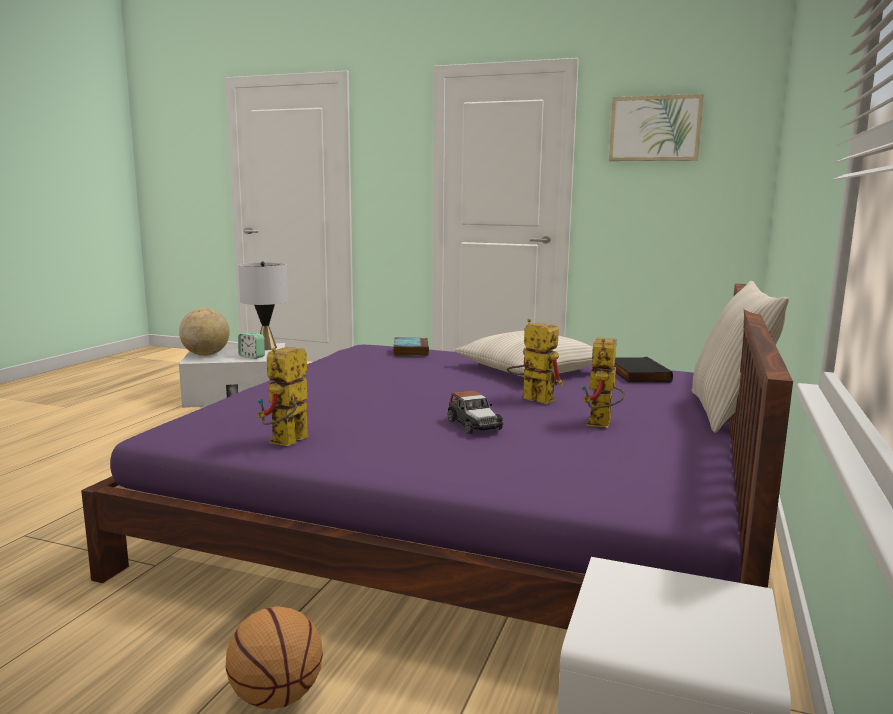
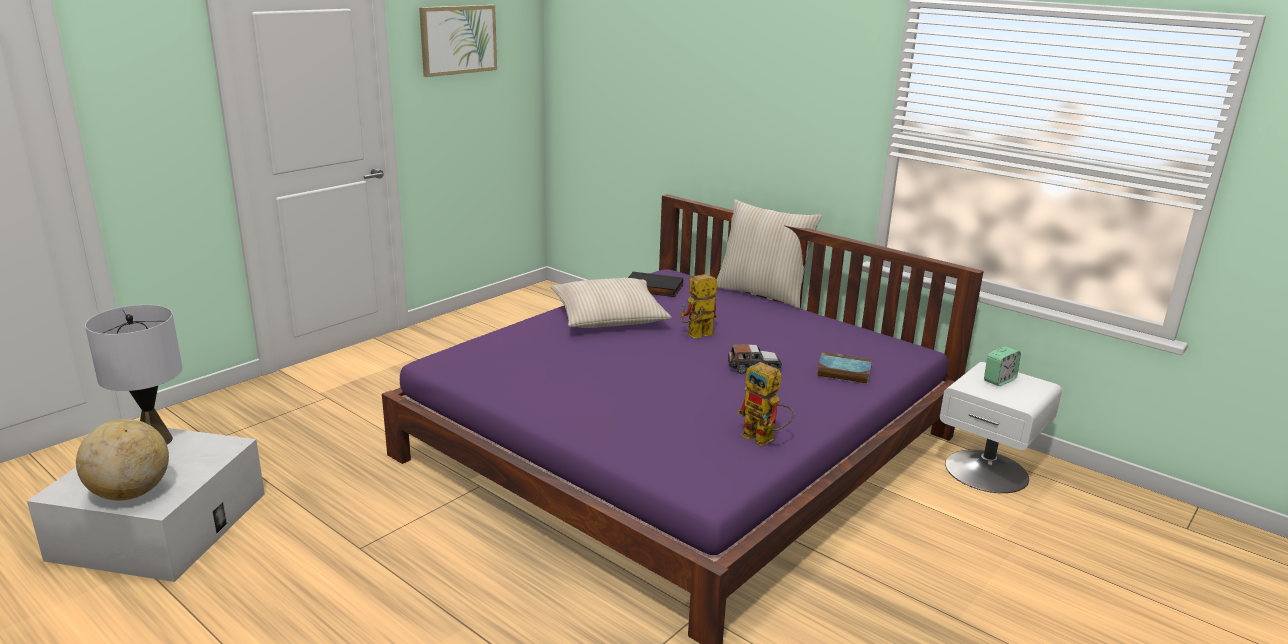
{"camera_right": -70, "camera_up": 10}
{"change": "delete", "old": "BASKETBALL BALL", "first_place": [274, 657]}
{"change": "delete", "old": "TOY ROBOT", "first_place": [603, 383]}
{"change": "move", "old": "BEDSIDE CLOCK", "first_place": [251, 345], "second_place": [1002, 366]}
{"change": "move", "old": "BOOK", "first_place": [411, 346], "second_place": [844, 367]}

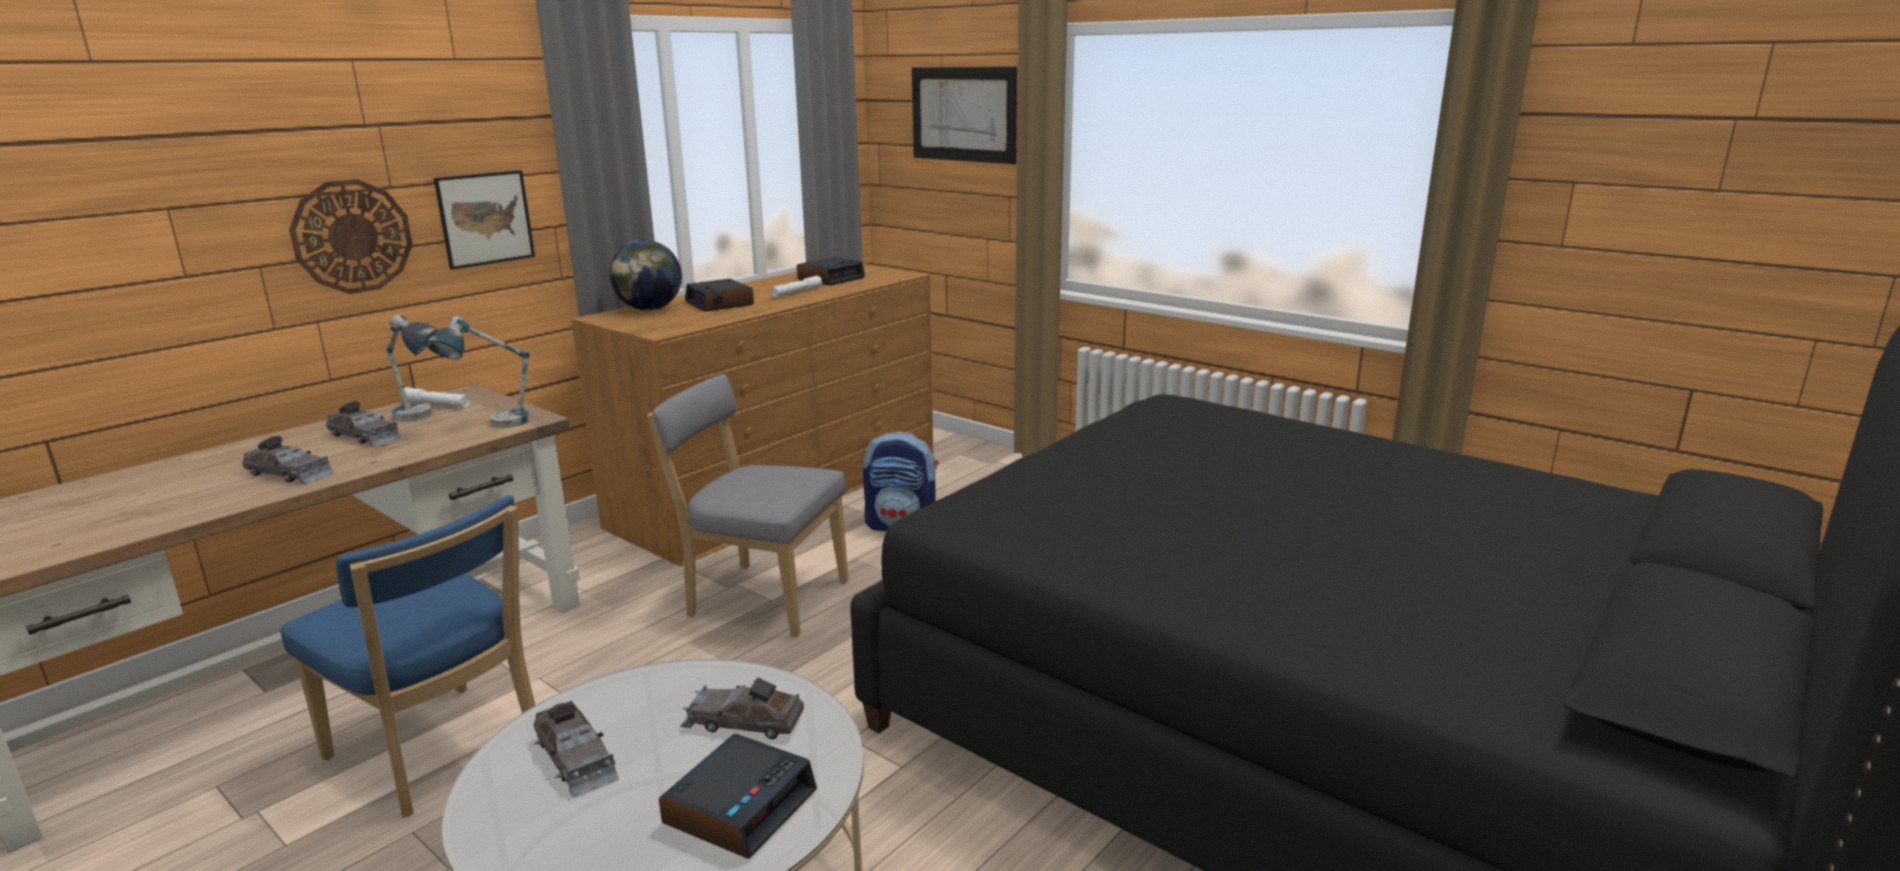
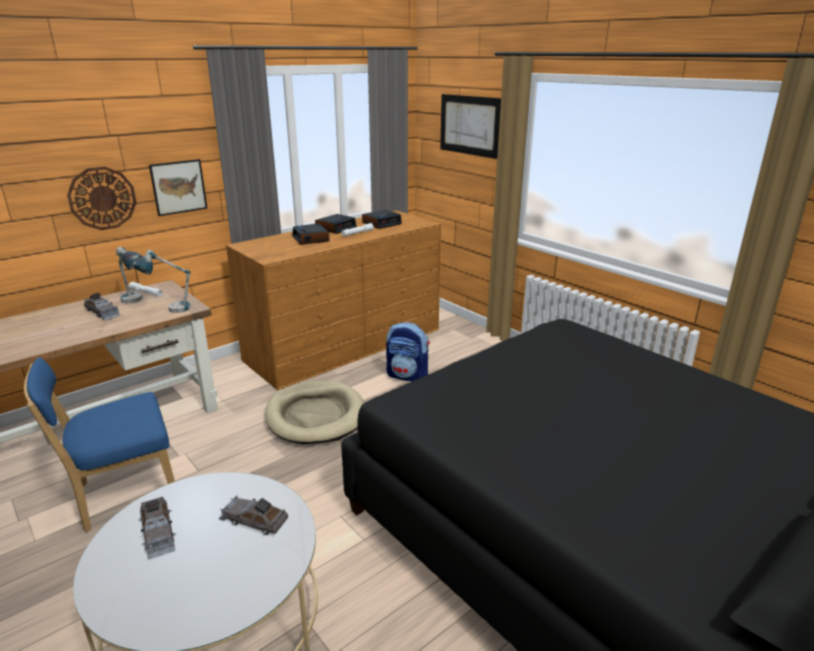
{"camera_right": 10, "camera_up": 5}
{"change": "delete", "old": "GRAY MINIATURE CAR", "first_place": [289, 460]}
{"change": "delete", "old": "GLOBE", "first_place": [646, 275]}
{"change": "move", "old": "BEDSIDE CLOCK", "first_place": [738, 796], "second_place": [336, 224]}
{"change": "replace", "old": "GRAY CHAIR", "new": "BEIGE PET BED", "first_place": [748, 505], "second_place": [314, 412]}
{"change": "rotate", "old": "BLUISH CHAIR", "first_place": [407, 656], "second_place": [99, 444], "degrees": 105}

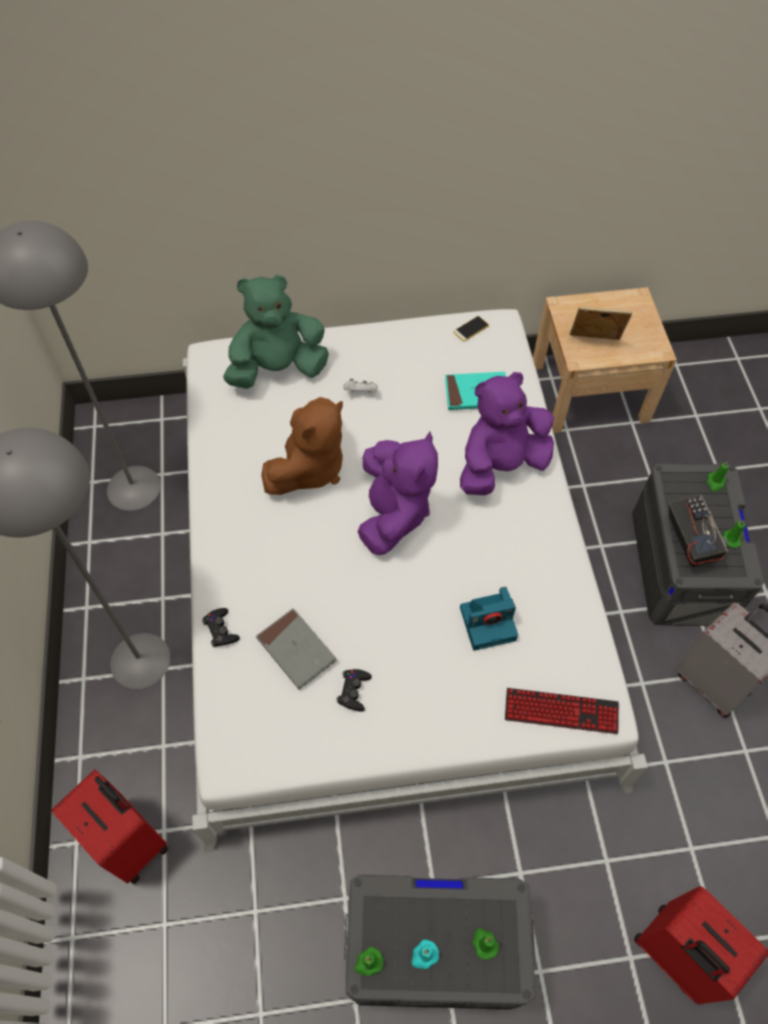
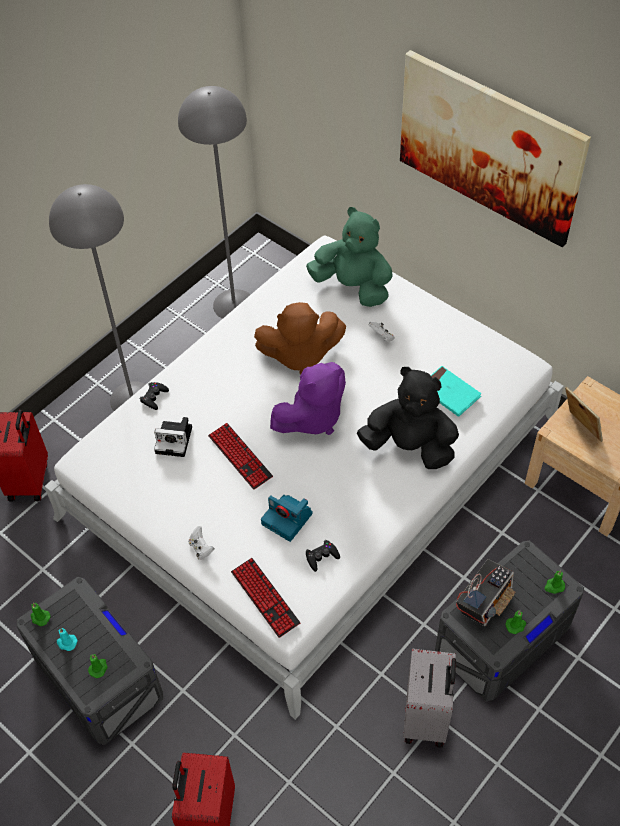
{"camera_right": 50, "camera_up": -5}
{"change": "delete", "old": "PHONE", "first_place": [471, 328]}
{"change": "insert", "new": "WHITE JOYPAD", "second_place": [201, 543]}
{"change": "insert", "new": "PC KEYBOARD", "second_place": [240, 456]}
{"change": "insert", "new": "PICTURE", "second_place": [495, 148]}
{"change": "move", "old": "BLACK JOYPAD", "first_place": [354, 690], "second_place": [323, 556]}
{"change": "replace", "old": "GRAY BOOK", "new": "STILL CAMERA", "first_place": [296, 649], "second_place": [173, 437]}
{"change": "recolor", "old": "PURPLE-COLOURED CUDDLY TOY", "new": "BLACK CUDDLY TOY", "first_place": [507, 433], "second_place": [408, 418]}

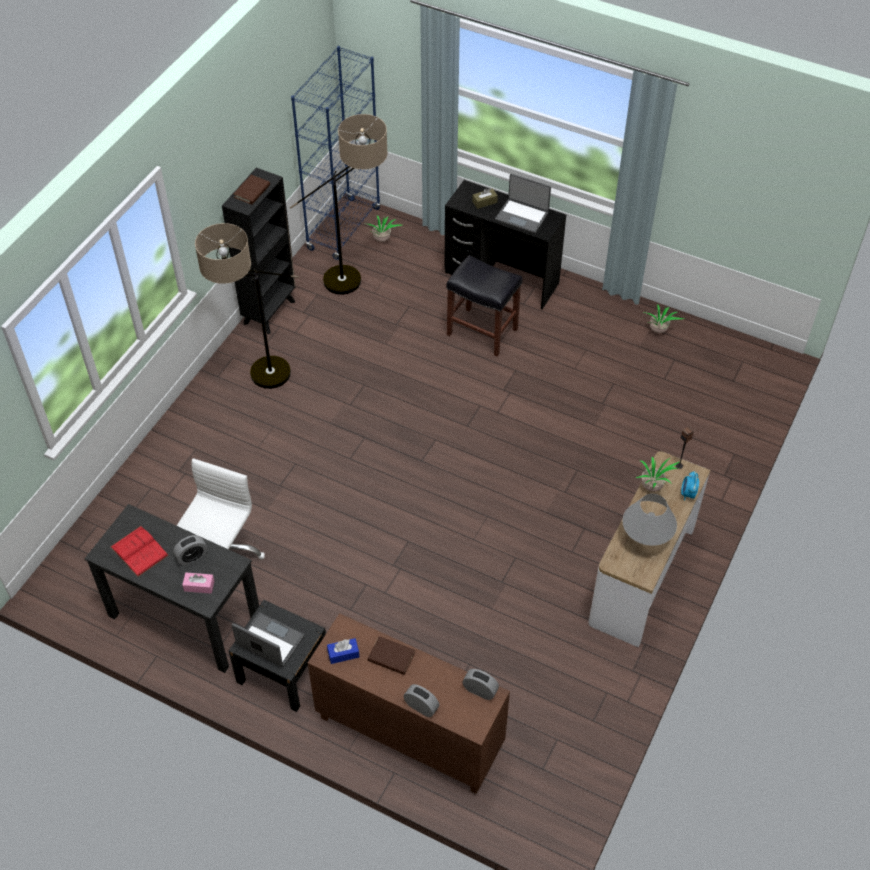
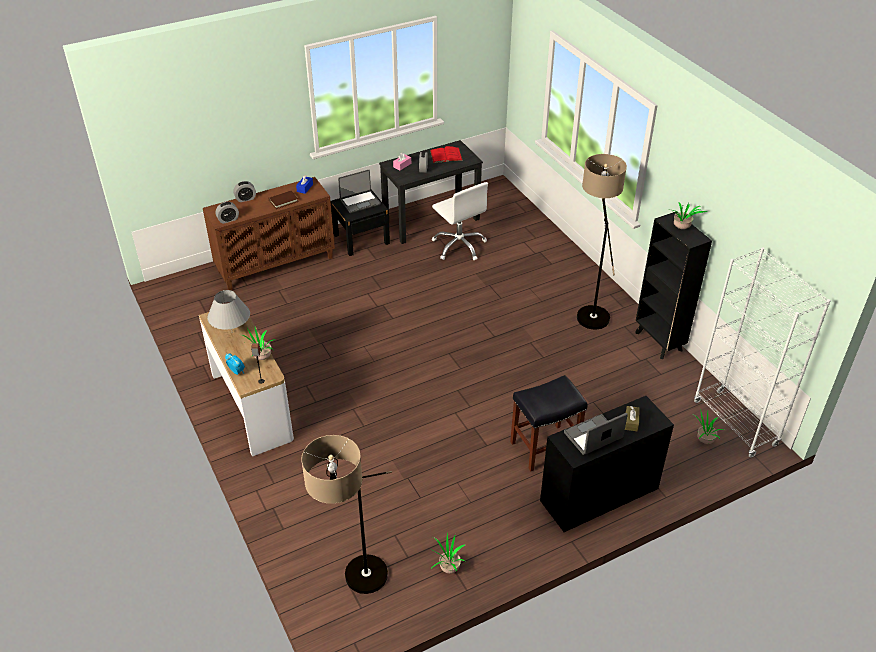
{"camera_right": 125, "camera_up": -10}
{"change": "move", "old": "FLOOR LAMP", "first_place": [339, 204], "second_place": [346, 514]}
{"change": "replace", "old": "BROWN BOOK", "new": "PLANT IN A POT", "first_place": [251, 190], "second_place": [687, 215]}
{"change": "recolor", "old": "BLUISH BOOKCASE", "new": "WHITE BOOKCASE", "first_place": [336, 153], "second_place": [762, 352]}

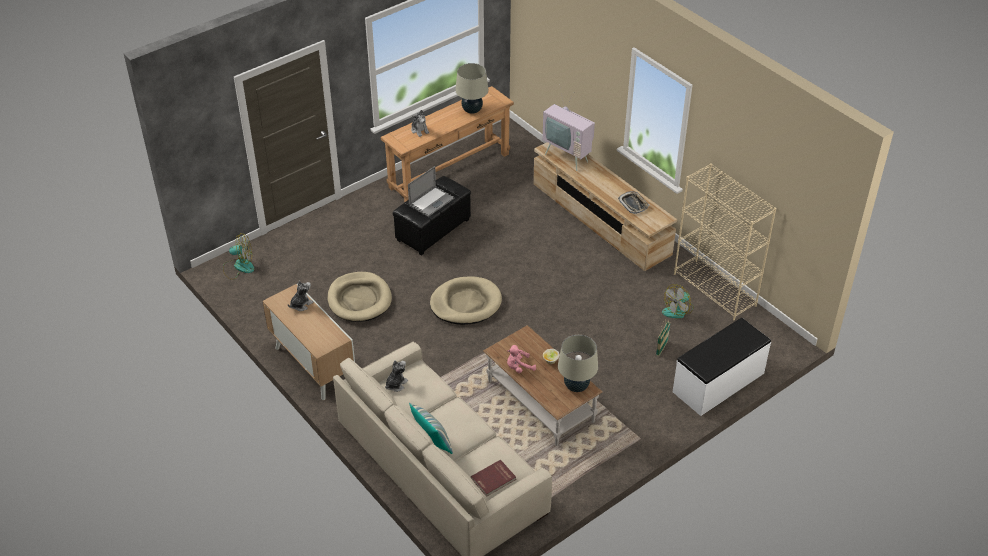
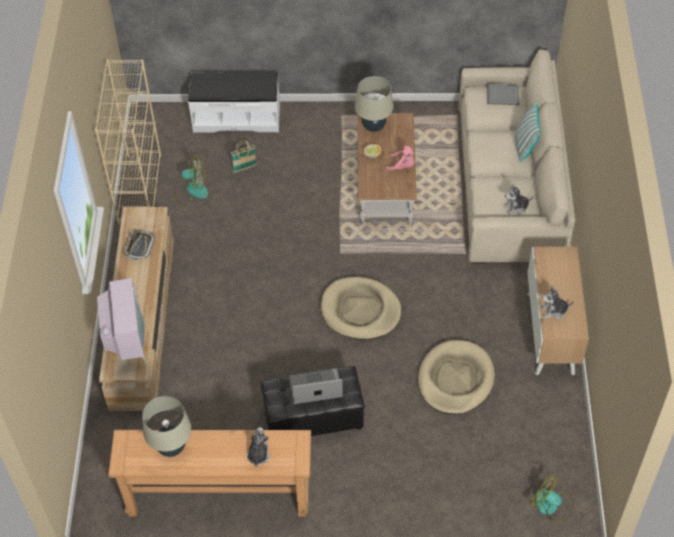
{"camera_right": -140, "camera_up": 10}
{"change": "recolor", "old": "REDDISH BOOK", "new": "GRAY BOOK", "first_place": [493, 478], "second_place": [503, 95]}

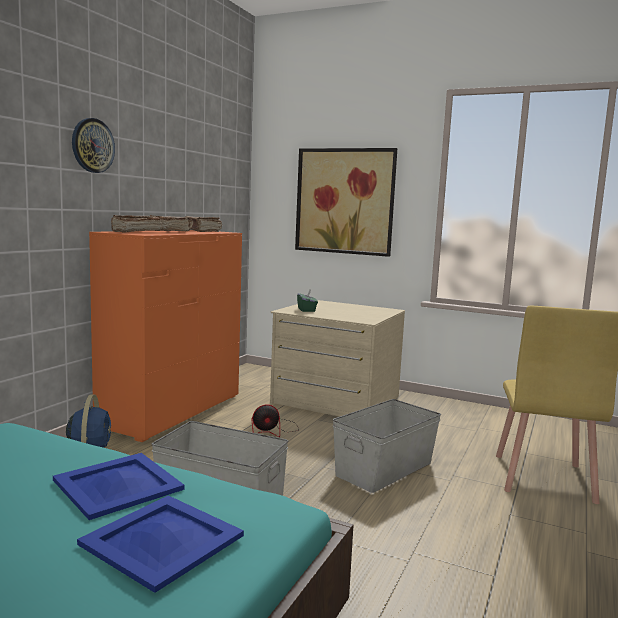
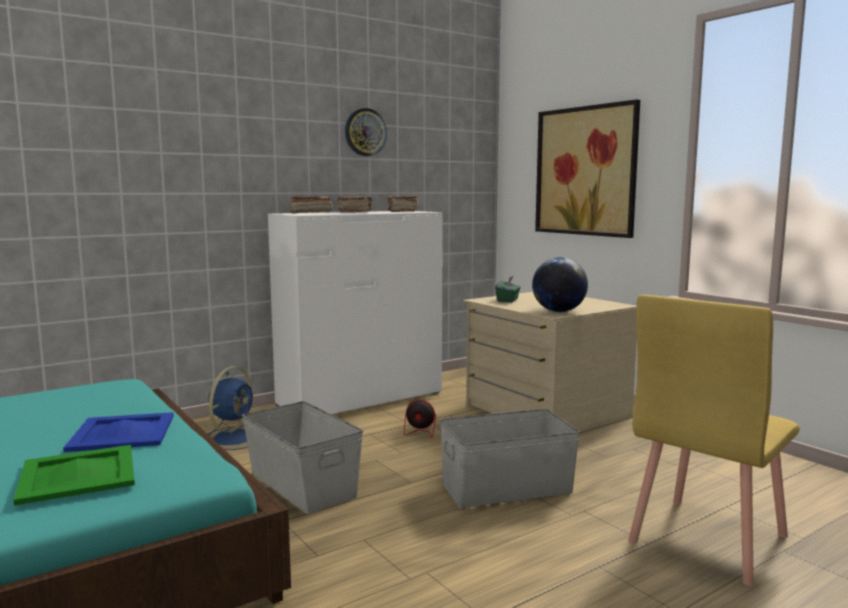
{"camera_right": 30, "camera_up": 0}
{"change": "insert", "new": "GLOBE", "second_place": [560, 284]}
{"change": "move", "old": "HANGING CLOCK", "first_place": [93, 145], "second_place": [366, 132]}
{"change": "recolor", "old": "BLUISH SERVING TRAY", "new": "GREENISH SERVING TRAY", "first_place": [160, 544], "second_place": [74, 475]}
{"change": "recolor", "old": "ORANGE DRESSER", "new": "WHITE DRESSER", "first_place": [165, 336], "second_place": [355, 312]}

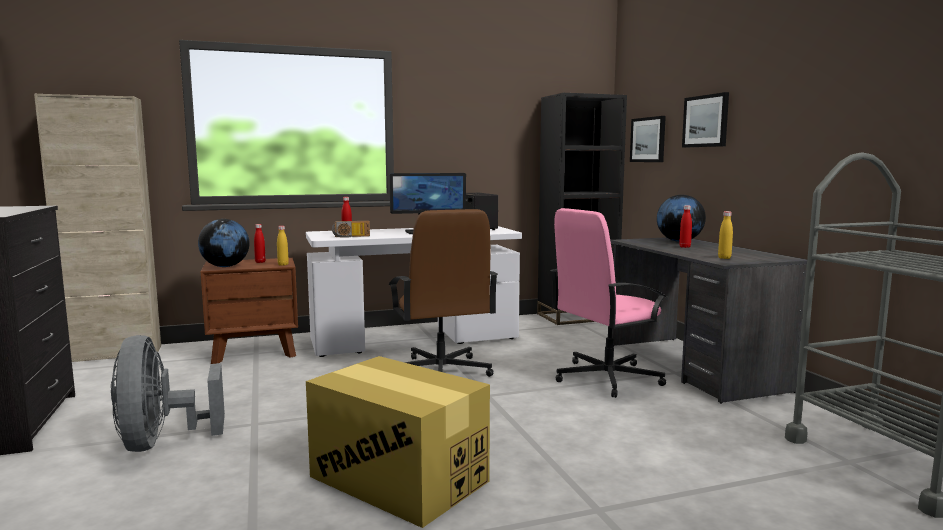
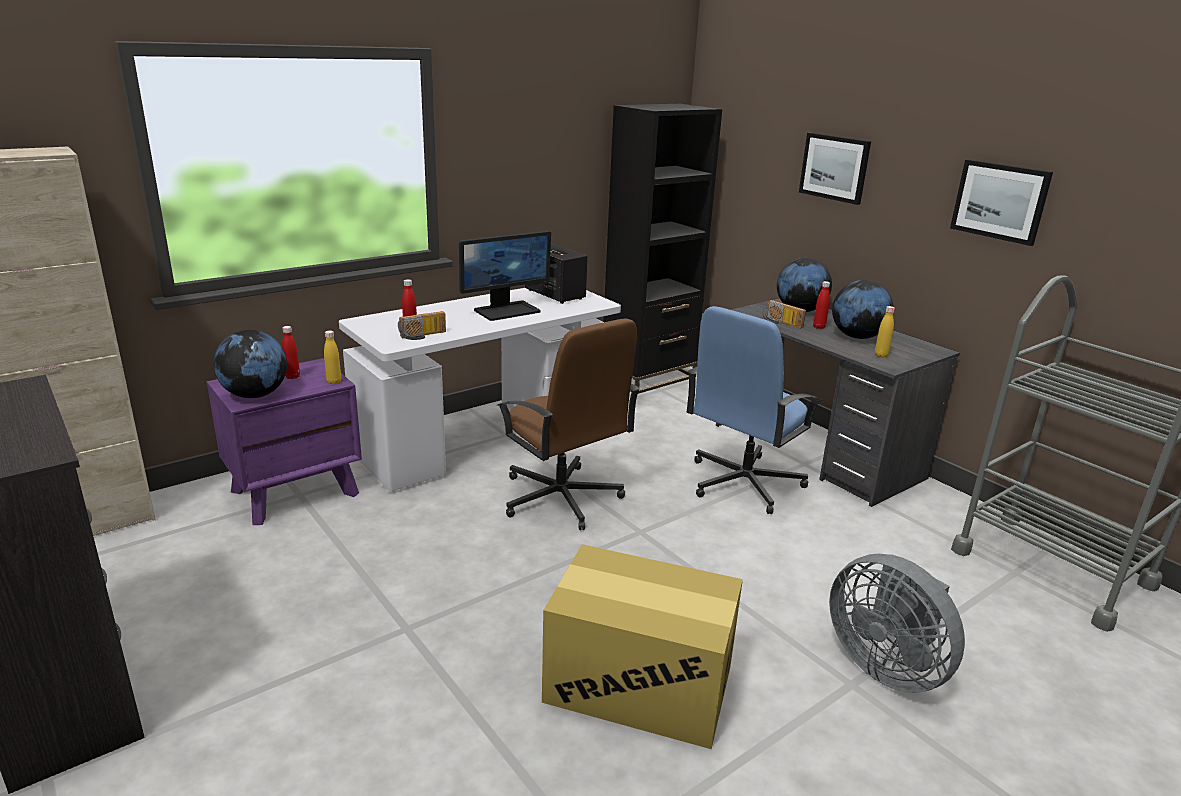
{"camera_right": -20, "camera_up": 15}
{"change": "insert", "new": "RADIO RECEIVER", "second_place": [784, 314]}
{"change": "insert", "new": "GLOBE", "second_place": [863, 309]}
{"change": "move", "old": "GRAY COOLING FAN", "first_place": [168, 393], "second_place": [897, 623]}
{"change": "move", "old": "PICTURE", "first_place": [648, 139], "second_place": [1001, 202]}
{"change": "recolor", "old": "BROWN NIGHT TABLE", "new": "PURPLE-COLOURED NIGHT TABLE", "first_place": [249, 311], "second_place": [284, 441]}
{"change": "recolor", "old": "PINKISH OFFICE CHAIR", "new": "BLUISH OFFICE CHAIR", "first_place": [608, 303], "second_place": [754, 410]}

